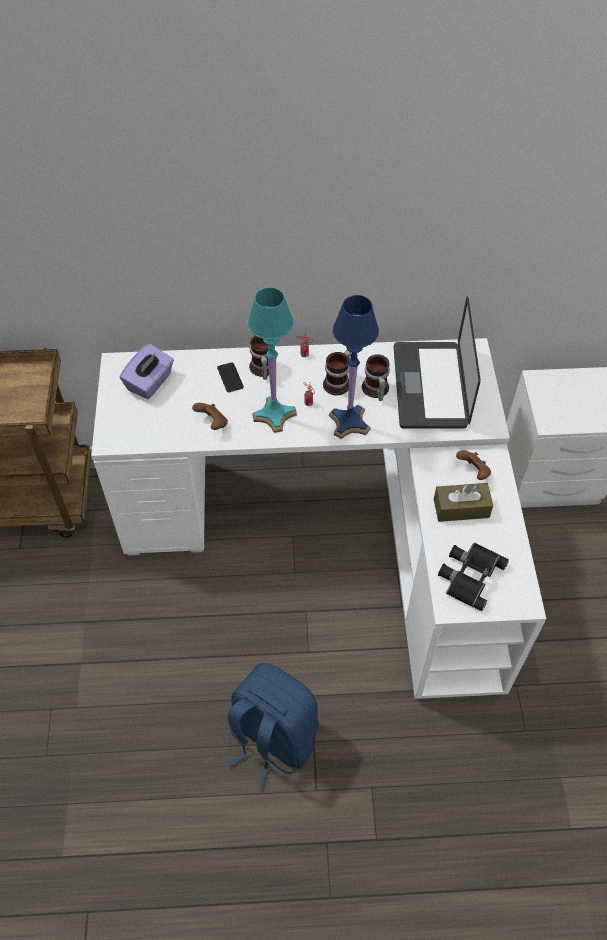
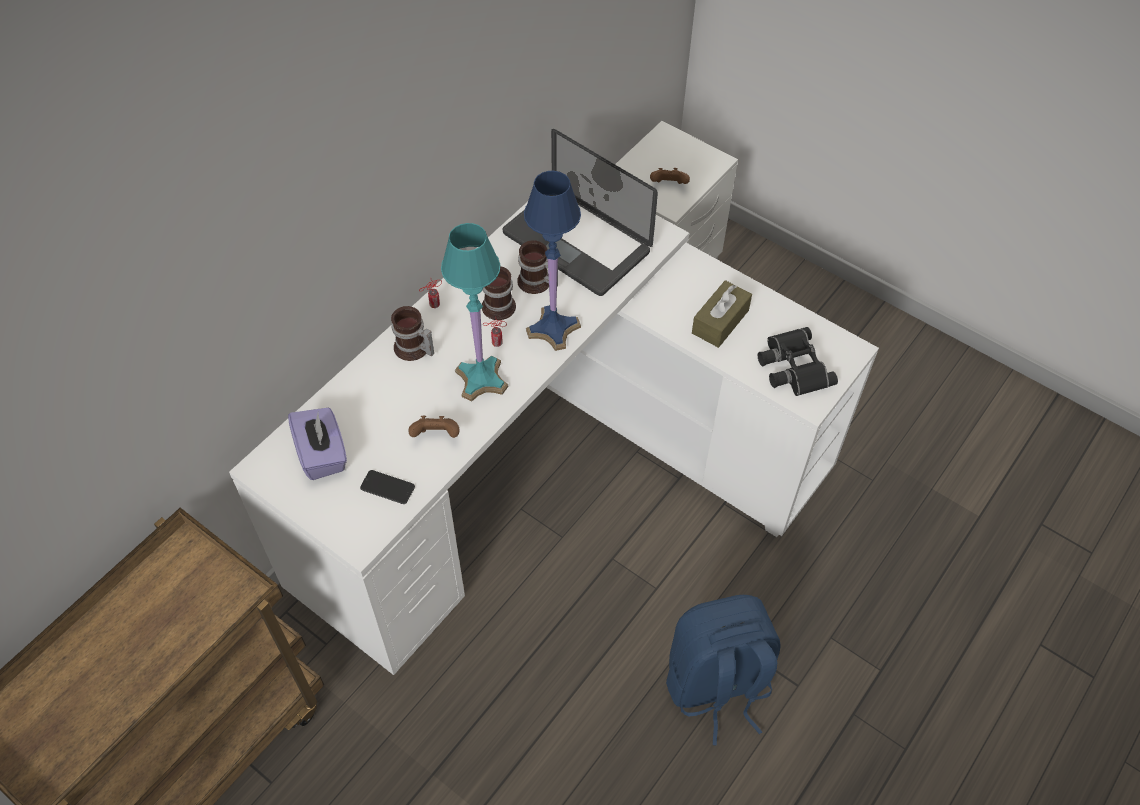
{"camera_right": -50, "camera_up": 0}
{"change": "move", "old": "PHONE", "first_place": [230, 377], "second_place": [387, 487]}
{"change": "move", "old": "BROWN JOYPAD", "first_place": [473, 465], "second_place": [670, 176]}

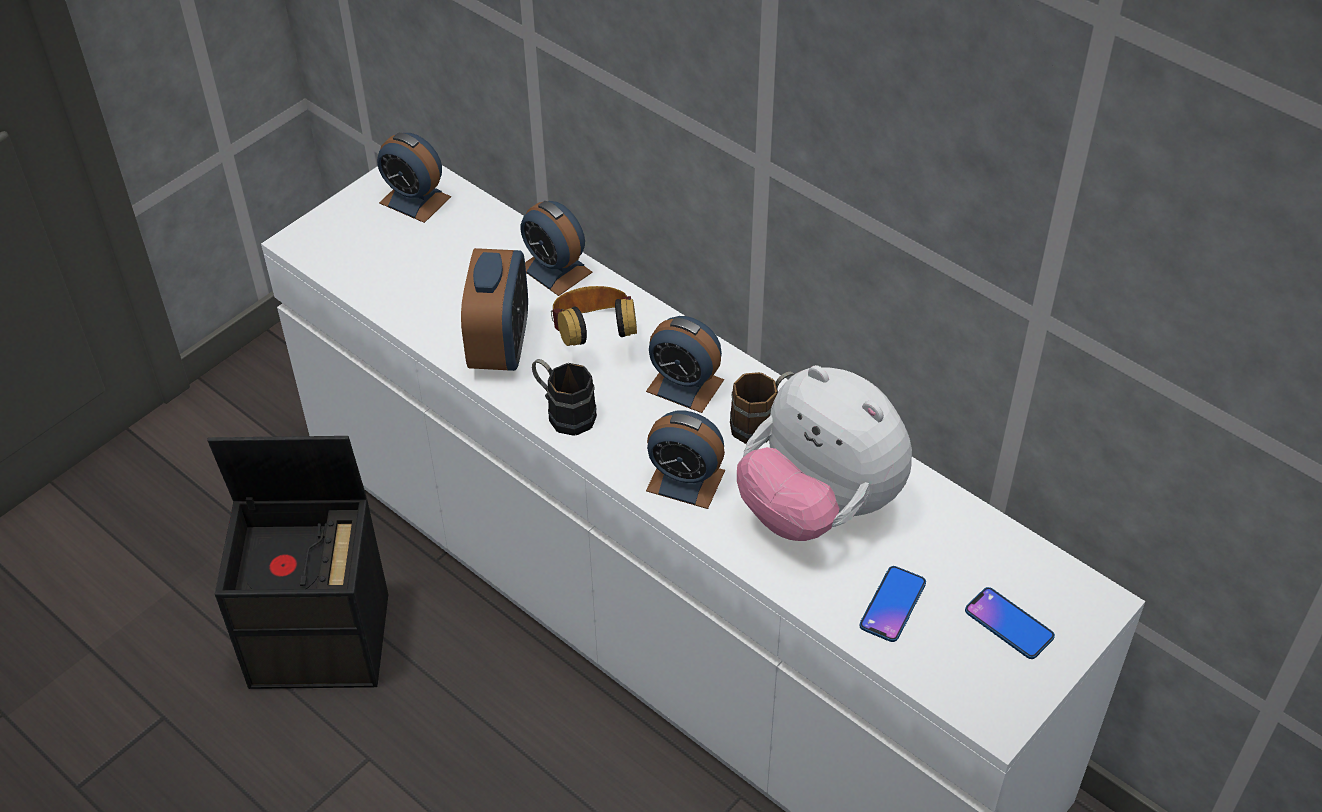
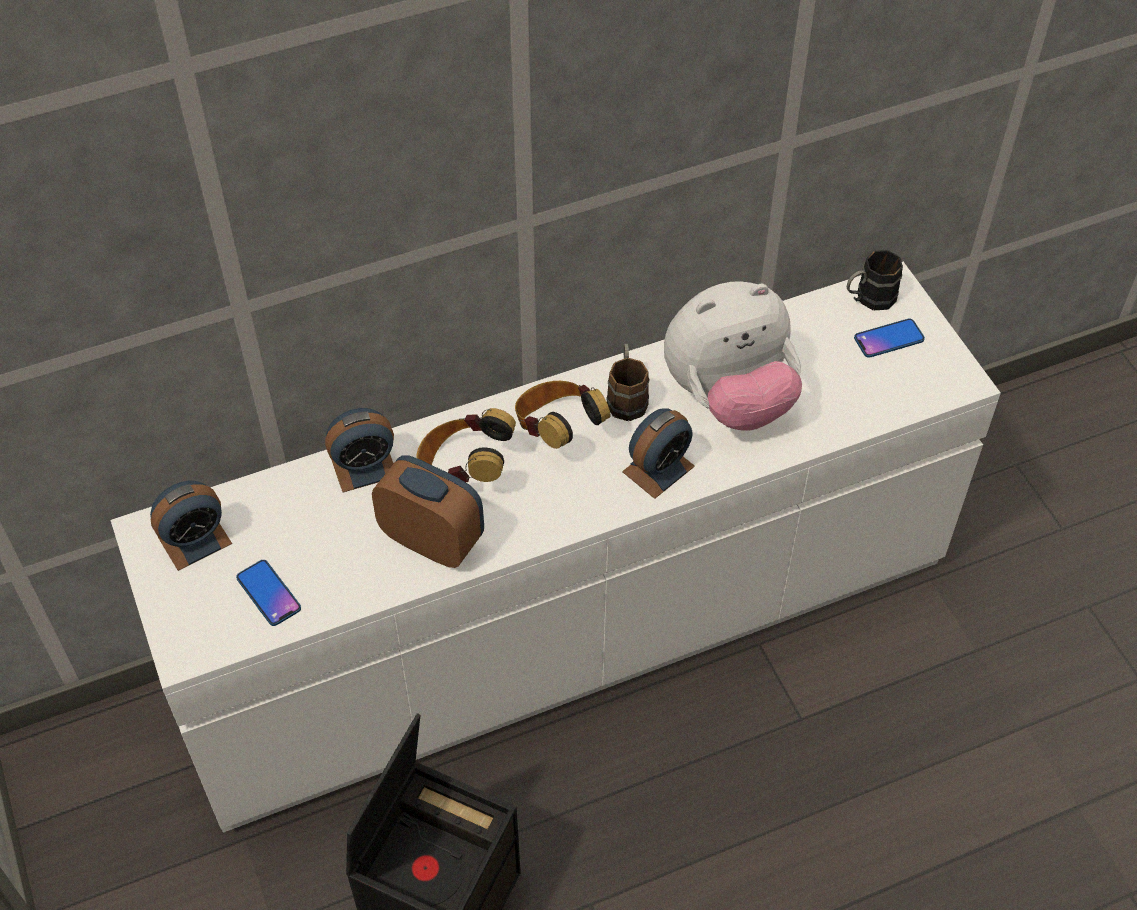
{"camera_right": -65, "camera_up": 5}
{"change": "move", "old": "BLACK COFFEE MUG", "first_place": [564, 397], "second_place": [875, 280]}
{"change": "move", "old": "PHONE", "first_place": [892, 604], "second_place": [268, 593]}
{"change": "replace", "old": "BEDSIDE CLOCK", "new": "HEADSET", "first_place": [685, 364], "second_place": [563, 415]}

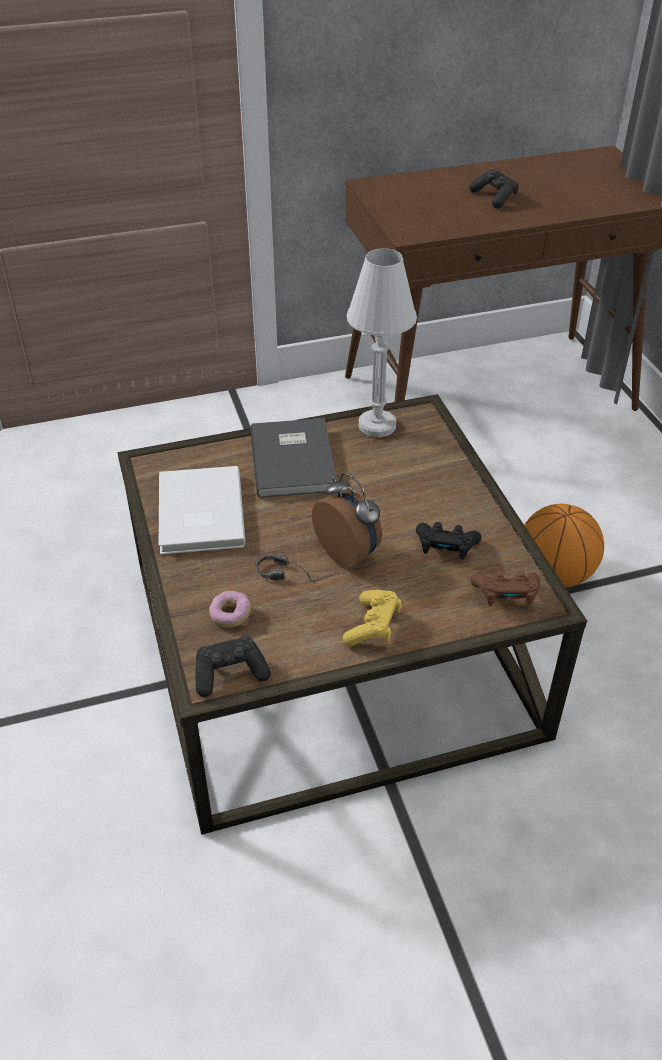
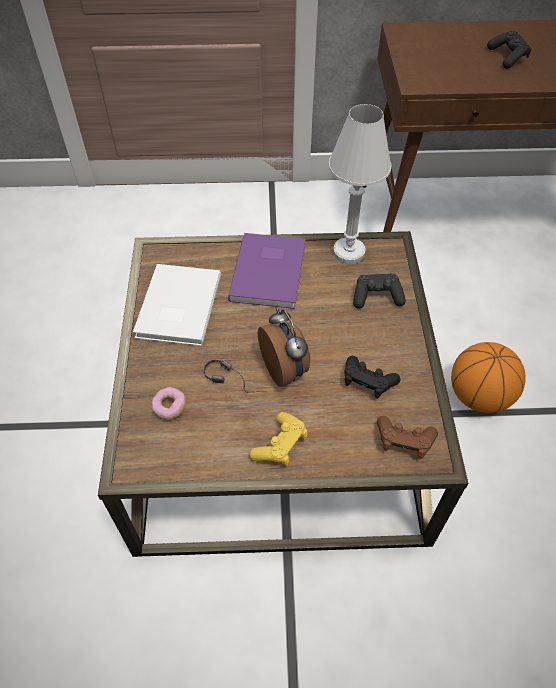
{"camera_right": 15, "camera_up": 10}
{"change": "move", "old": "BLACK JOYPAD", "first_place": [233, 666], "second_place": [379, 291]}
{"change": "recolor", "old": "GRAY BOOK", "new": "PURPLE-COLOURED BOOK", "first_place": [293, 458], "second_place": [267, 271]}

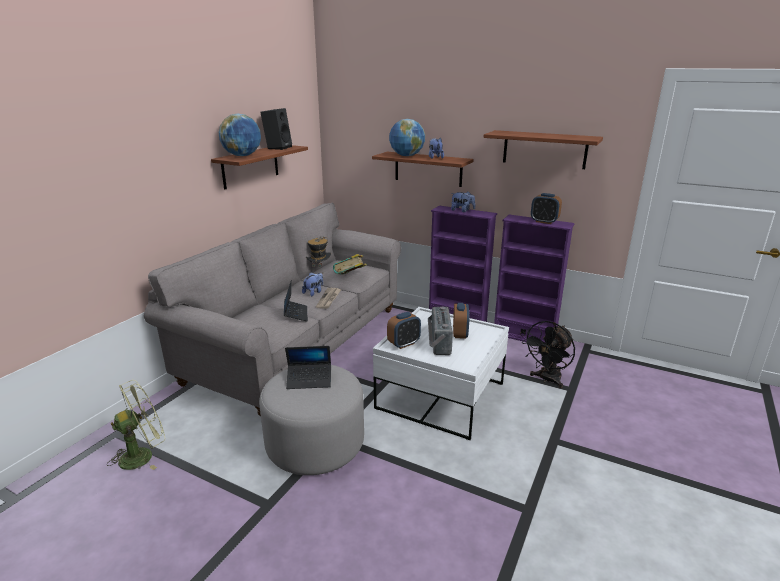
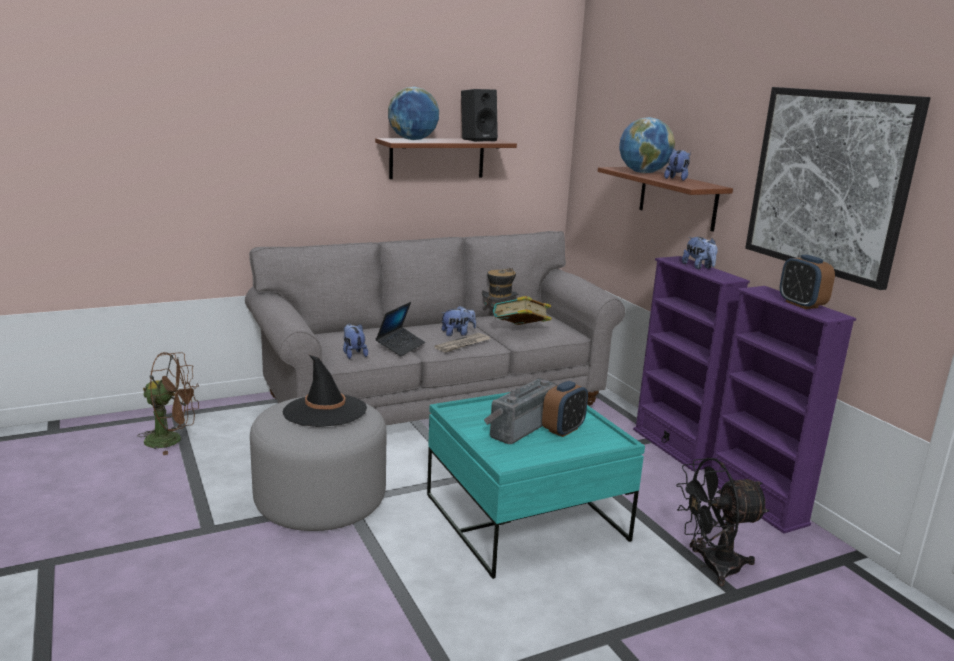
{"camera_right": 35, "camera_up": -5}
{"change": "delete", "old": "BEDSIDE CLOCK", "first_place": [404, 330]}
{"change": "insert", "new": "CUDDLY TOY", "second_place": [355, 341]}
{"change": "replace", "old": "LAPTOP", "new": "BLACK HAT", "first_place": [308, 367], "second_place": [325, 390]}
{"change": "replace", "old": "SHELF", "new": "PICTURE", "first_place": [543, 149], "second_place": [837, 188]}
{"change": "recolor", "old": "GREENISH COOLING FAN", "new": "BROWN COOLING FAN", "first_place": [136, 425], "second_place": [168, 403]}
{"change": "recolor", "old": "WHITE COFFEE TABLE", "new": "TURQUOISE COFFEE TABLE", "first_place": [441, 373], "second_place": [536, 485]}

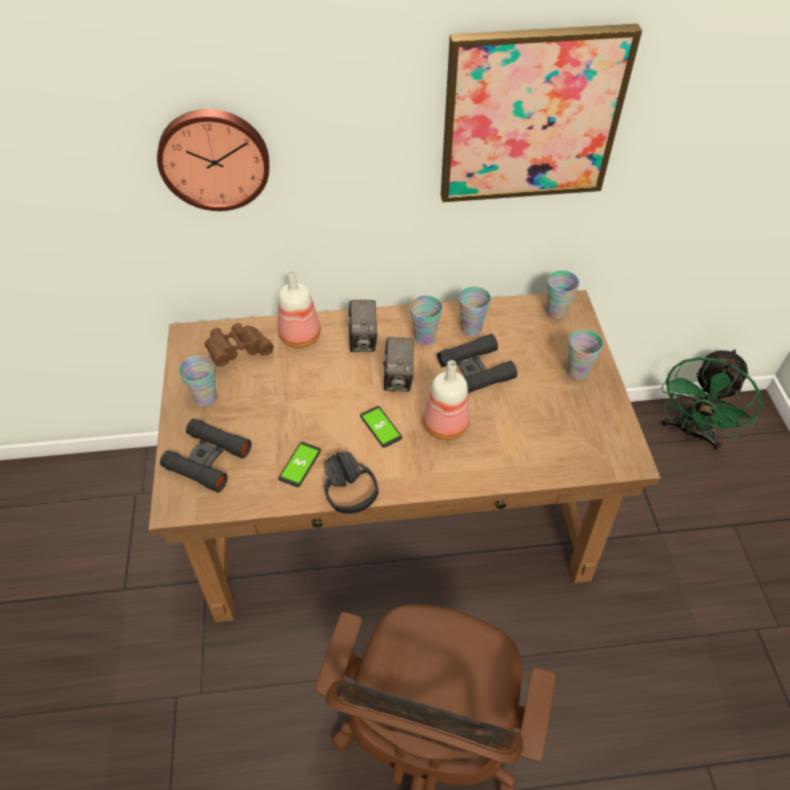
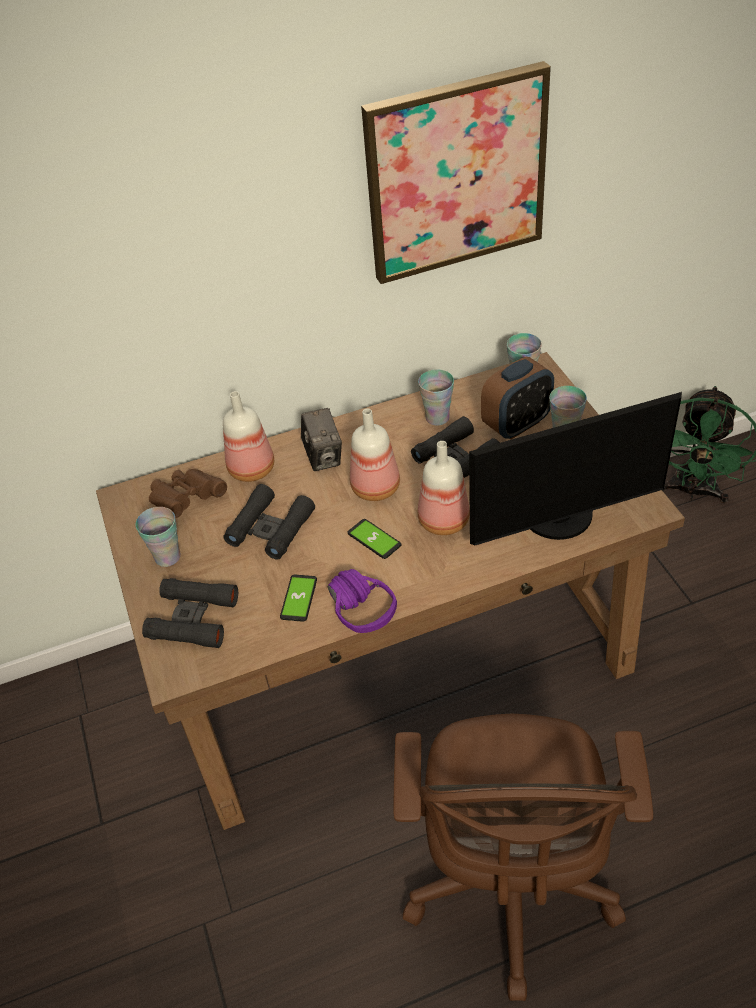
{"camera_right": -10, "camera_up": -5}
{"change": "delete", "old": "HANGING CLOCK", "first_place": [213, 160]}
{"change": "delete", "old": "SMALL CUP", "first_place": [426, 320]}
{"change": "insert", "new": "BLACK PAIR OF BINOCULARS", "second_place": [269, 522]}
{"change": "insert", "new": "COMPUTER DISPLAY", "second_place": [575, 468]}
{"change": "insert", "new": "BEDSIDE CLOCK", "second_place": [517, 398]}
{"change": "replace", "old": "STILL CAMERA", "new": "BEVERAGE BOTTLE", "first_place": [398, 364], "second_place": [375, 454]}
{"change": "recolor", "old": "BLACK HEADSET", "new": "PURPLE-COLOURED HEADSET", "first_place": [351, 483], "second_place": [362, 601]}

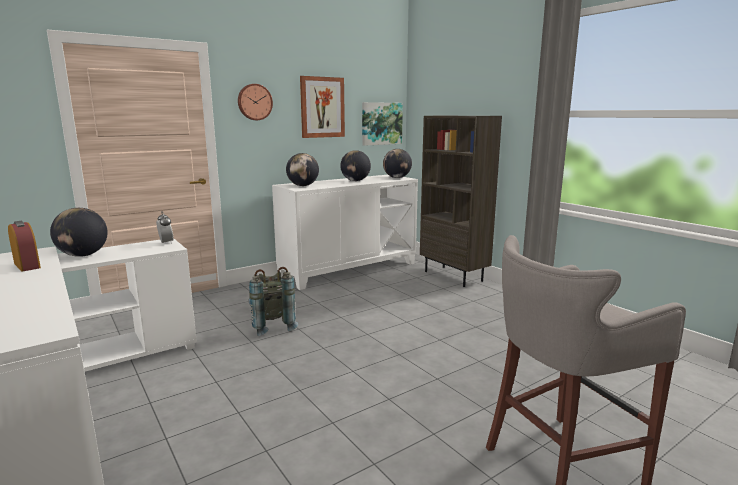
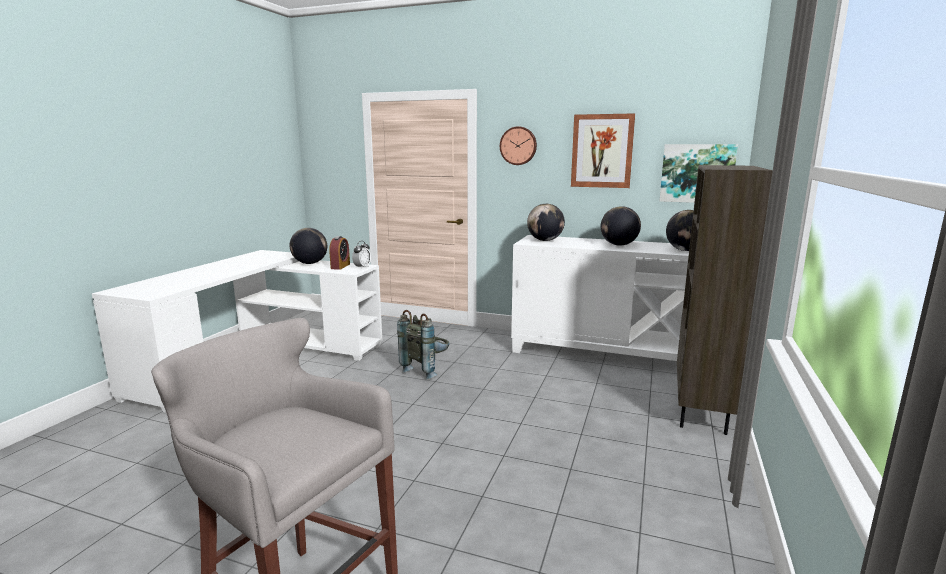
{"camera_right": 55, "camera_up": 0}
{"change": "move", "old": "BEDSIDE CLOCK", "first_place": [24, 246], "second_place": [339, 253]}

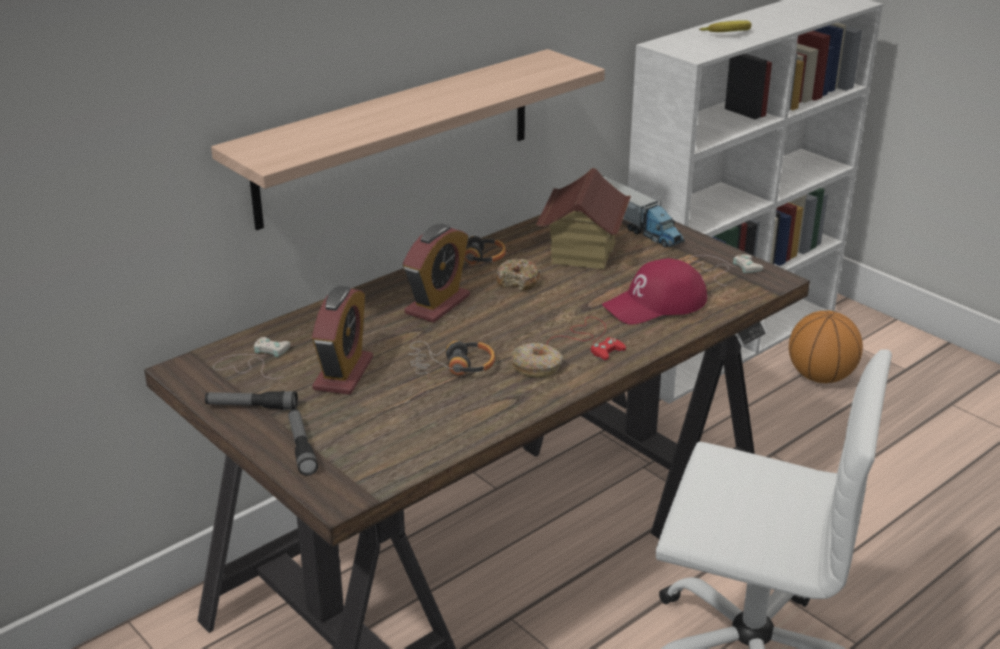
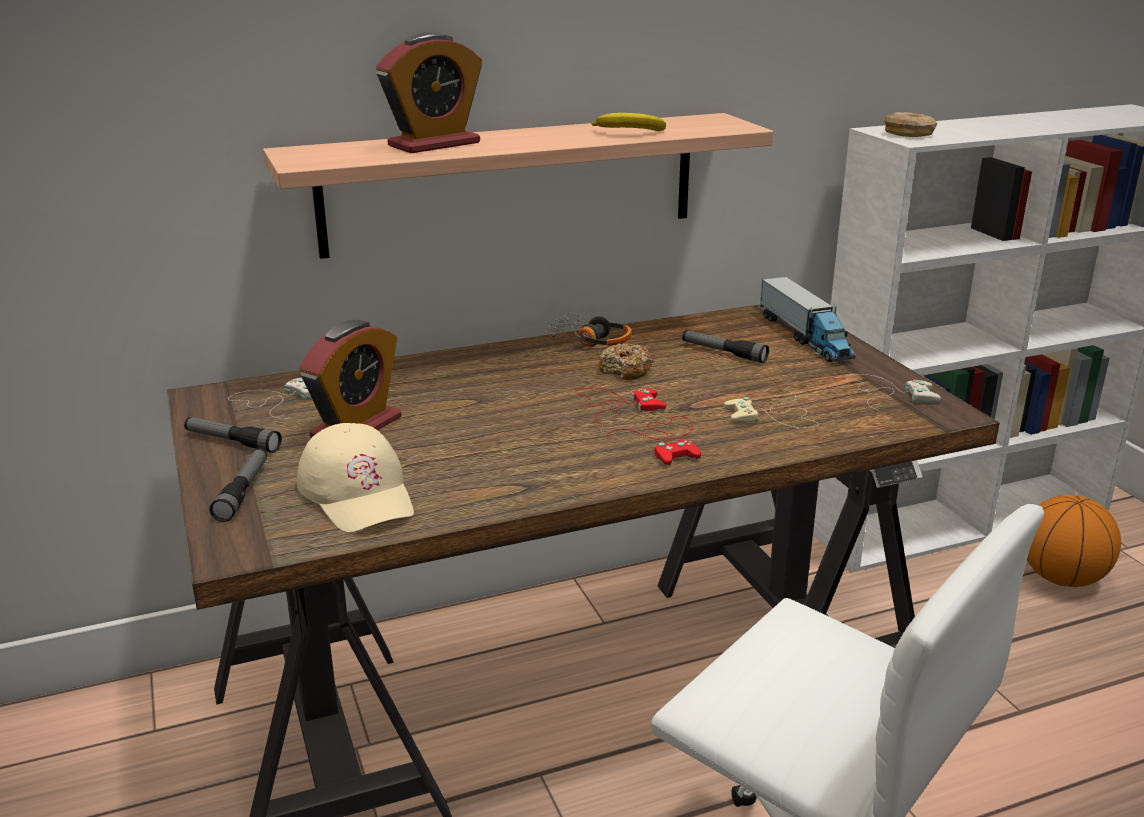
{"camera_right": 20, "camera_up": -5}
{"change": "delete", "old": "HEADSET", "first_place": [451, 360]}
{"change": "insert", "new": "BEIGE CAP", "second_place": [355, 478]}
{"change": "insert", "new": "REDDISH JOYPAD", "second_place": [620, 407]}
{"change": "move", "old": "BEDSIDE CLOCK", "first_place": [436, 273], "second_place": [429, 93]}
{"change": "move", "old": "RING DOUGHNUT", "first_place": [537, 360], "second_place": [910, 124]}
{"change": "move", "old": "BANANA FRUIT", "first_place": [725, 26], "second_place": [628, 122]}
{"change": "replace", "old": "TOY HOUSE", "new": "FLASHLIGHT", "first_place": [583, 218], "second_place": [725, 346]}
{"change": "replace", "old": "REDDISH CAP", "new": "BEIGE JOYPAD", "first_place": [654, 291], "second_place": [771, 408]}

